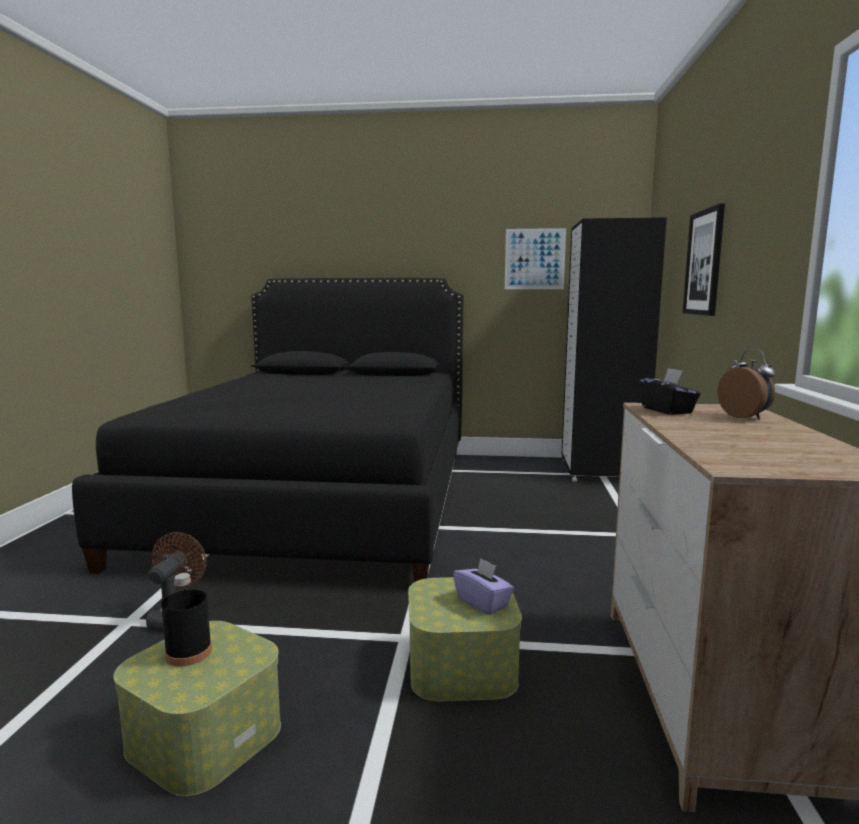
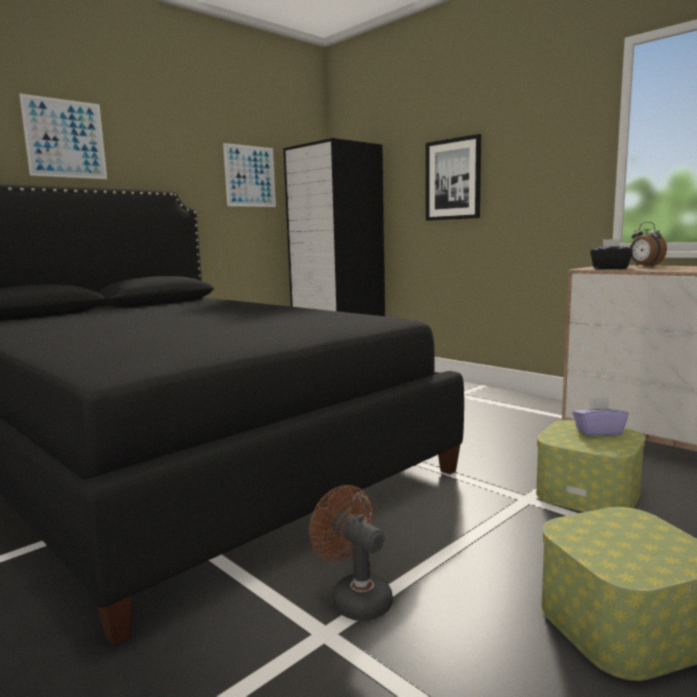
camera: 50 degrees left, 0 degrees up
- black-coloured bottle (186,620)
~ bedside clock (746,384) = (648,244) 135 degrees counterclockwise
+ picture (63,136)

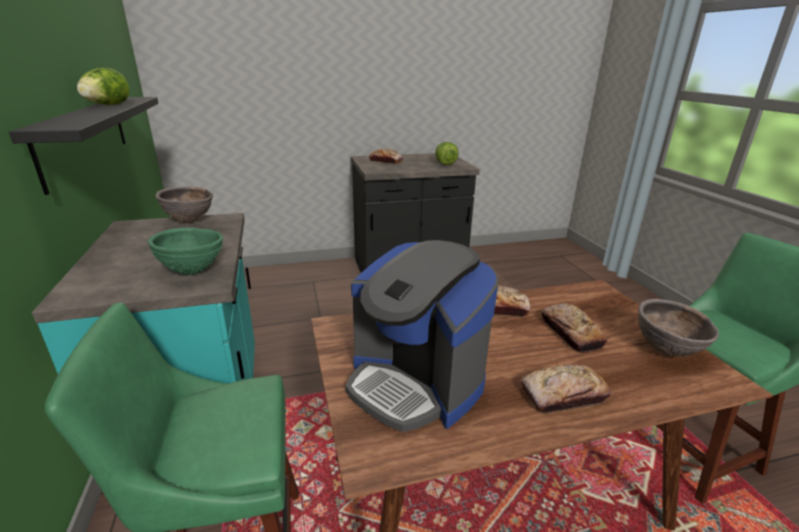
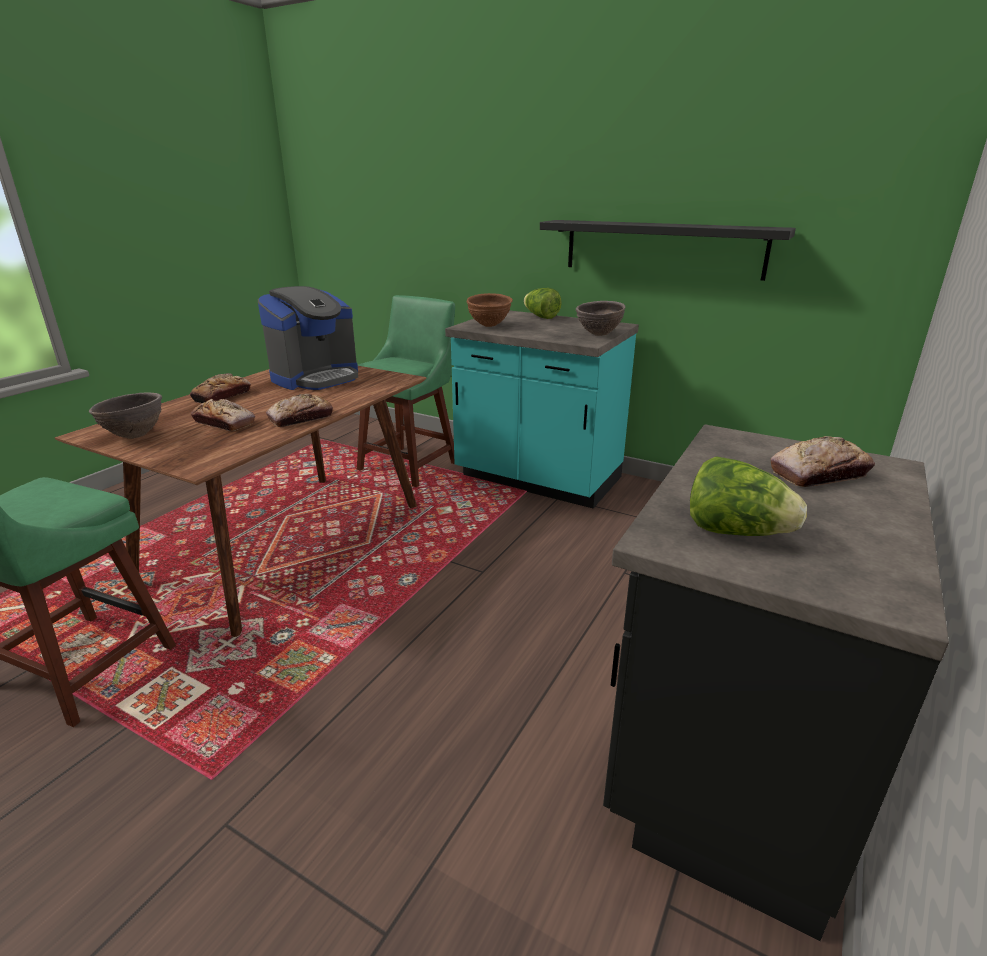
camera: 135 degrees right, 0 degrees up
~ lettuce head (103,86) to (543,303)
~ greenish serving bowl (185,251) to brown serving bowl (490,310)
~ coffee machine (422,336) = (308,338) 135 degrees clockwise

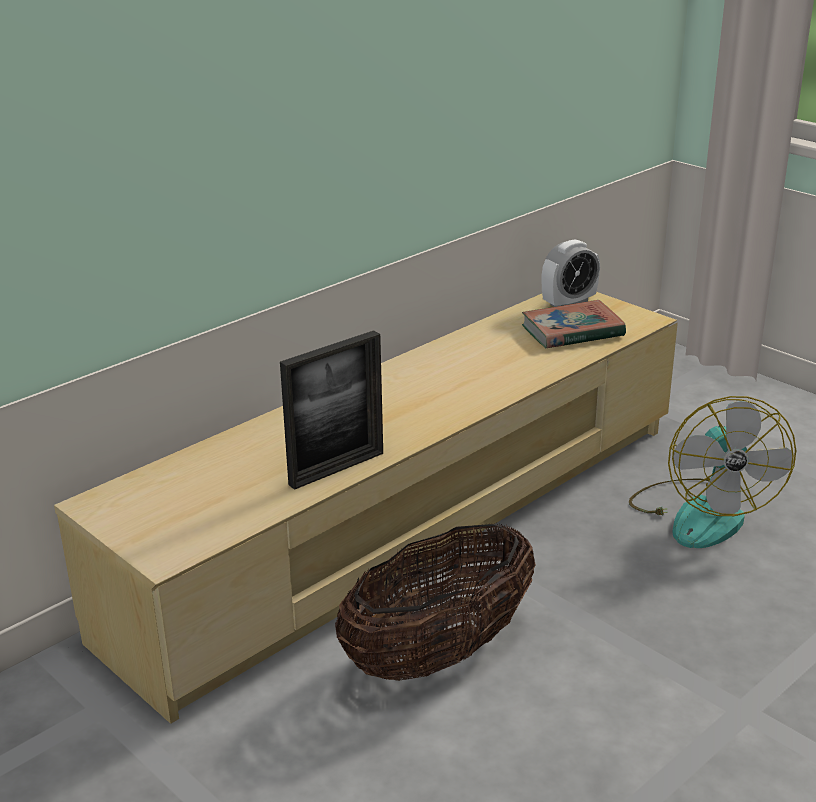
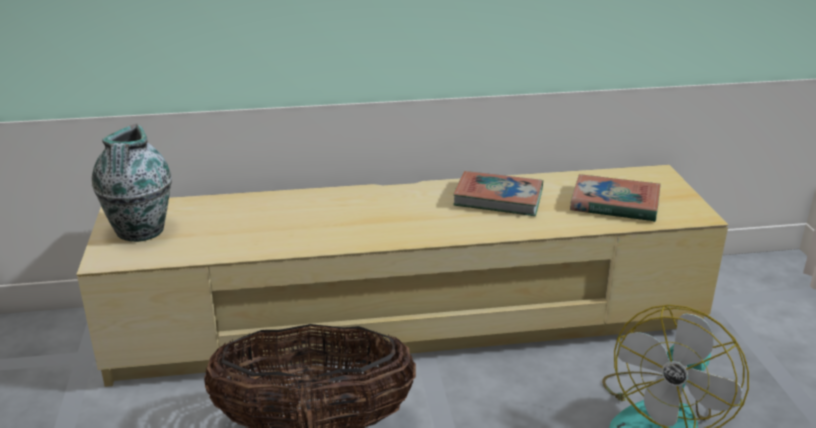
camera: 35 degrees right, 0 degrees up
- photo frame (331,410)
- bedside clock (570,273)
+ decorative vase (132,183)
+ book (498,193)

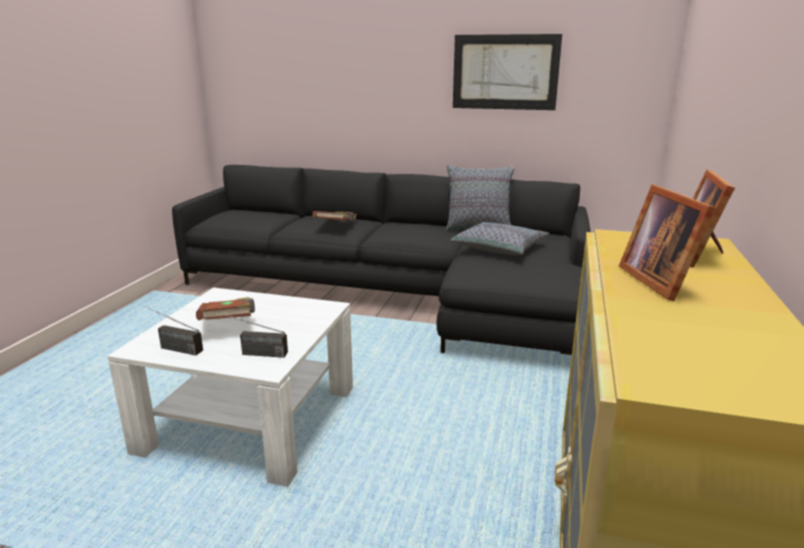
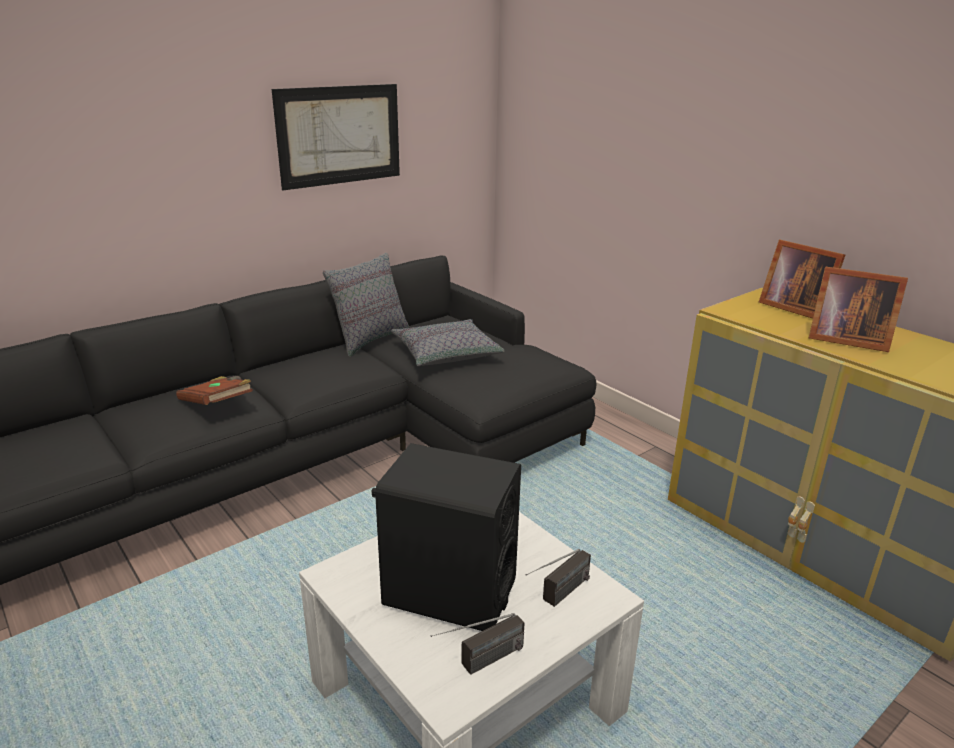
camera: 55 degrees left, 5 degrees up
~ brown book (225,308) to black-coloured speaker (446,537)

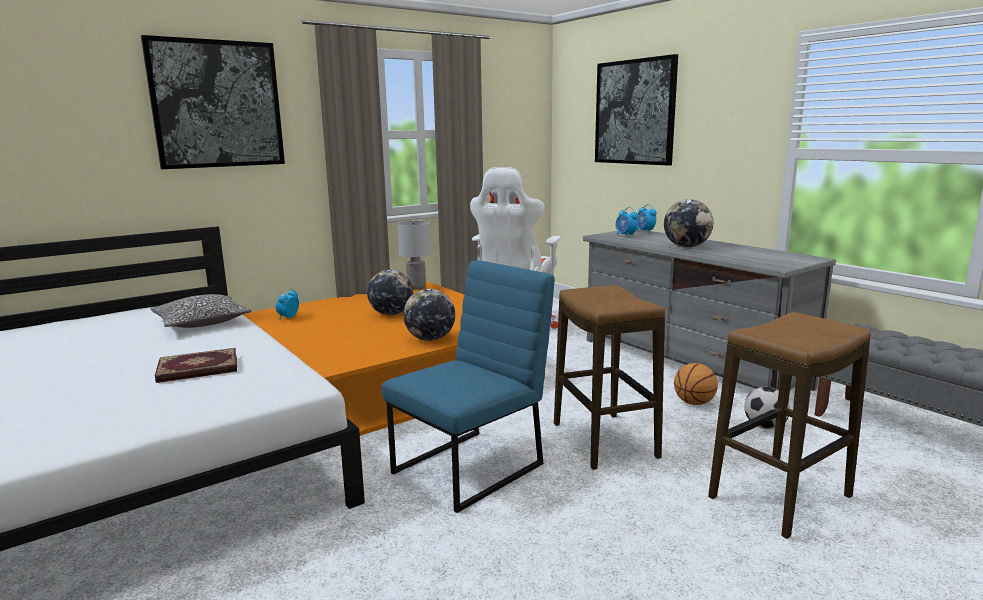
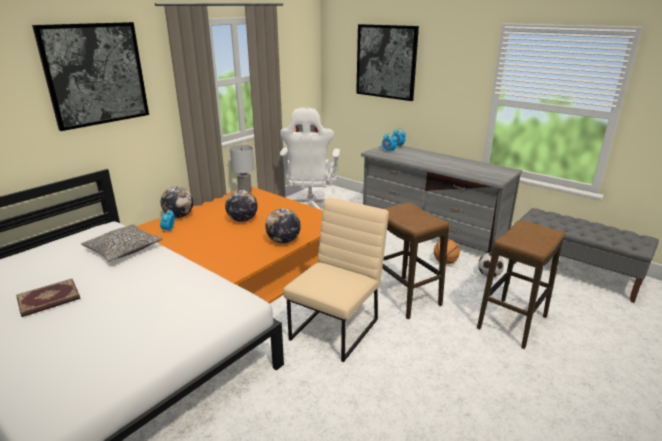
camera: 15 degrees left, 10 degrees up
~ book (196,365) to (48,298)
~ blue-coloured upright chair (468,386) to beige-coloured upright chair (336,279)
~ world globe (688,223) to (177,202)

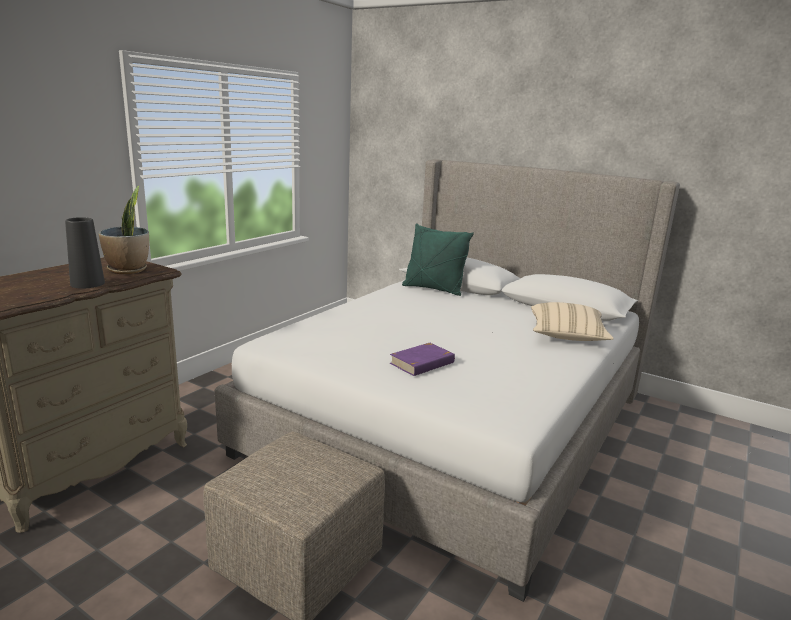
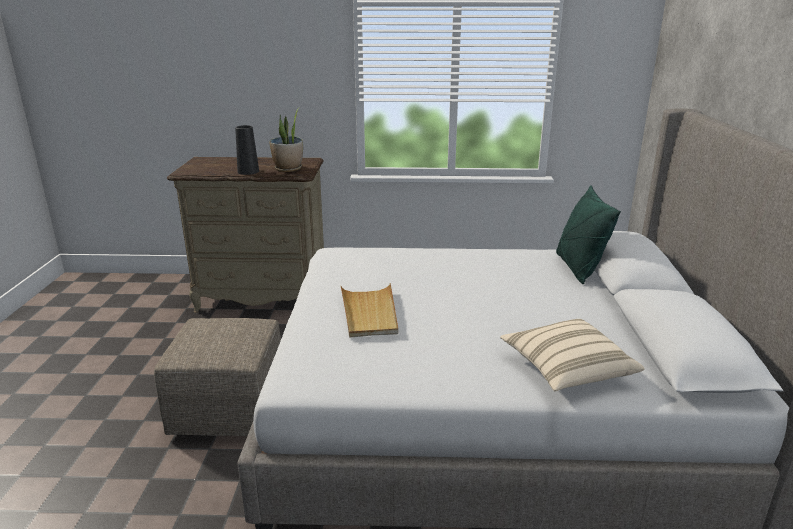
camera: 60 degrees right, 5 degrees up
~ purple book (422,359) to beige-coloured carrying tray (369,310)

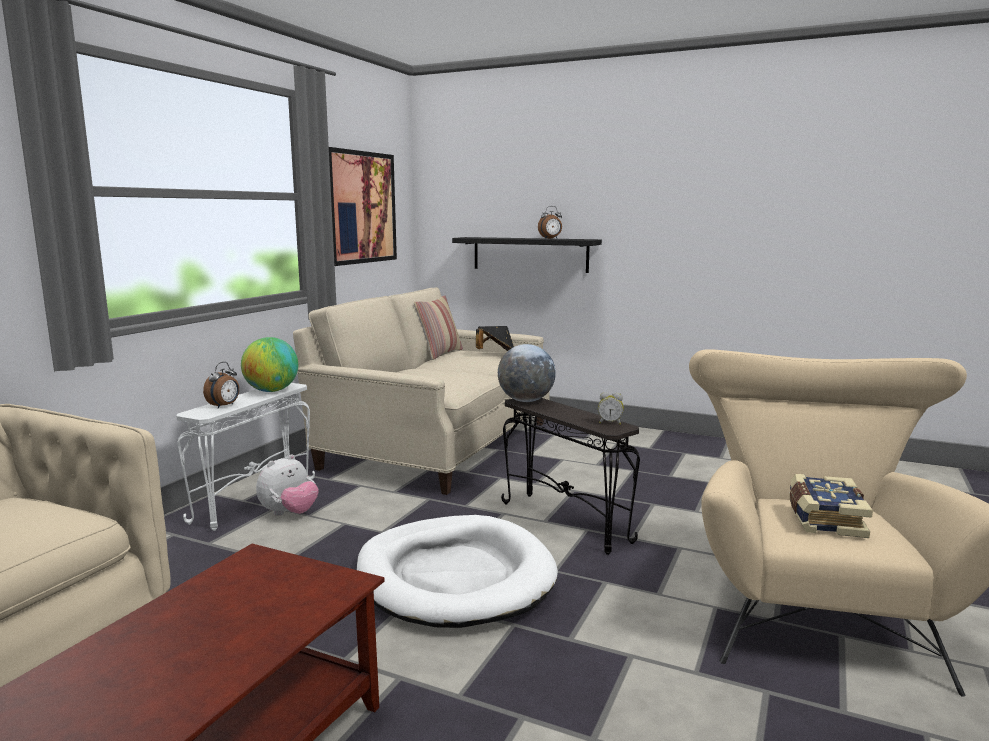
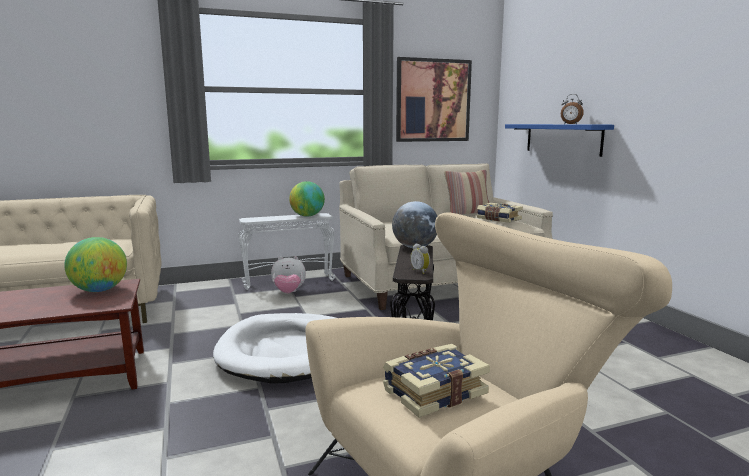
camera: 45 degrees right, 0 degrees up
- bedside clock (221,385)
~ black-coloured wall shelf (527,255) to blue-coloured wall shelf (559,140)
~ black-coloured wearable hat (495,338) to book (500,213)
+ world globe (95,264)

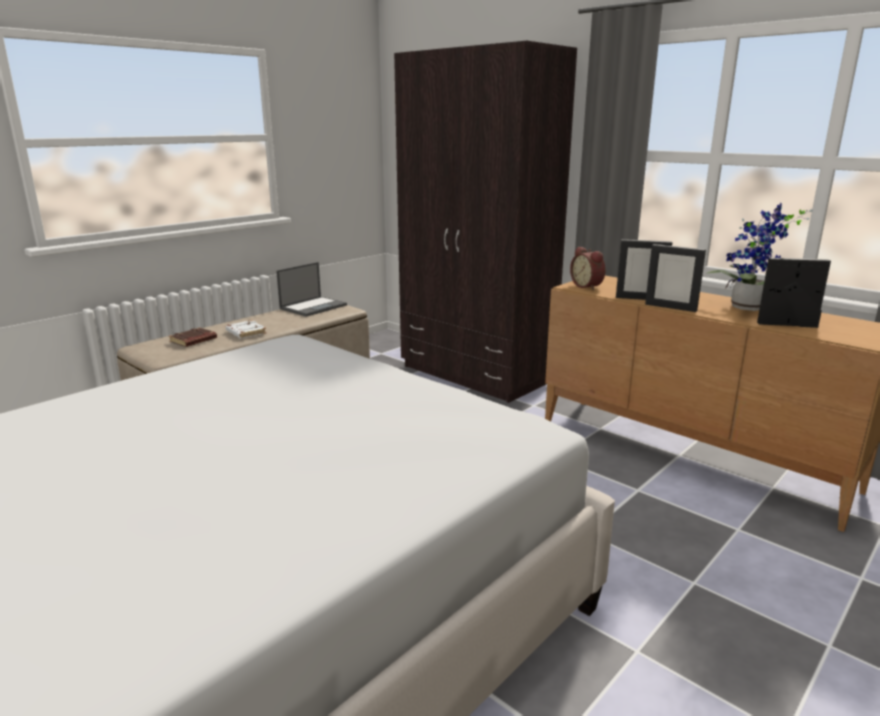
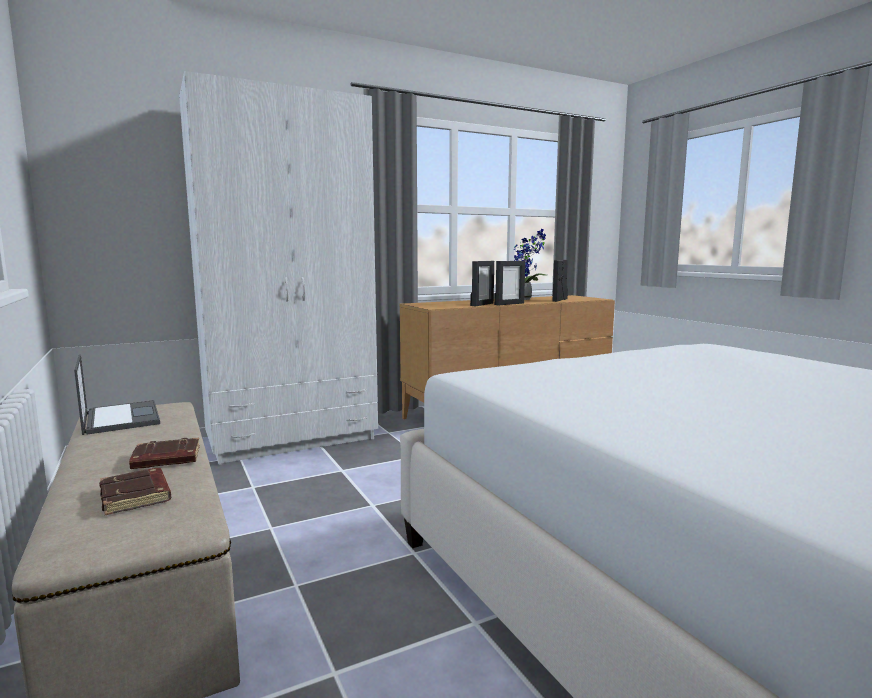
camera: 70 degrees left, 10 degrees down
~ whitish book (245,329) to brown book (164,453)
~ brown armoire (485,222) to whitish armoire (278,268)
- bedside clock (588,268)

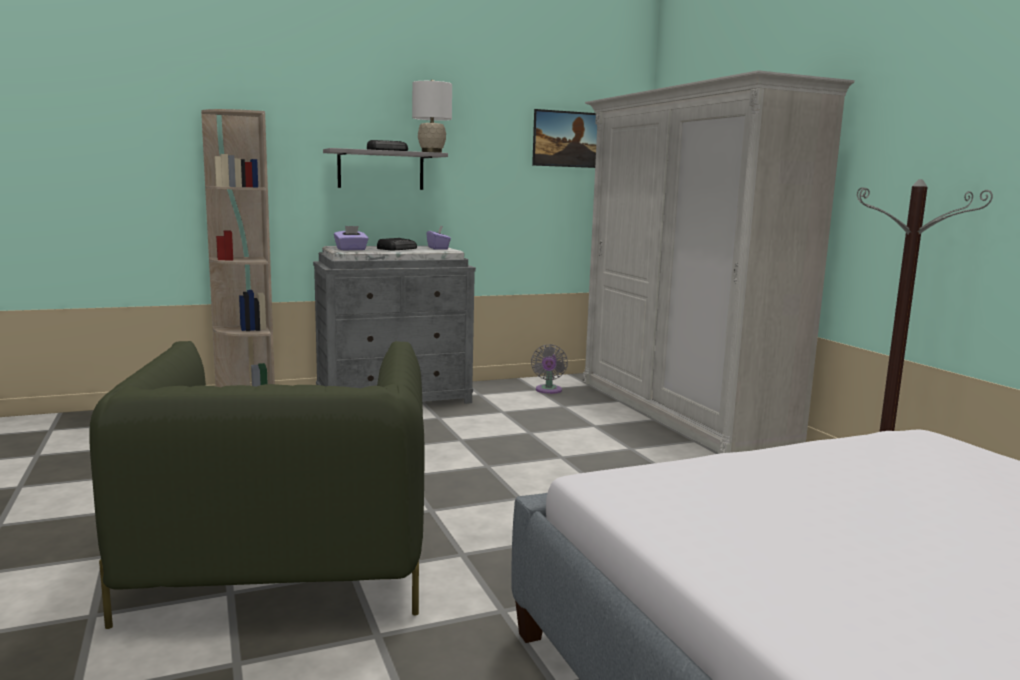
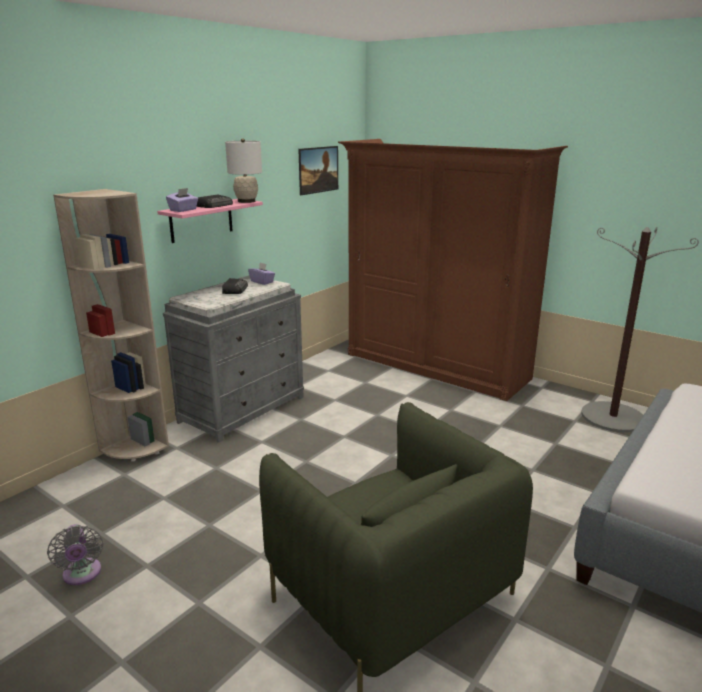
camera: 30 degrees left, 10 degrees up
~ greyish wall shelf (385,169) to pinkish wall shelf (210,221)
~ purple tissue box (351,238) to (182,200)
~ greyish fan (549,369) to (75,554)
~ whitish armoire (719,262) to brown armoire (453,270)

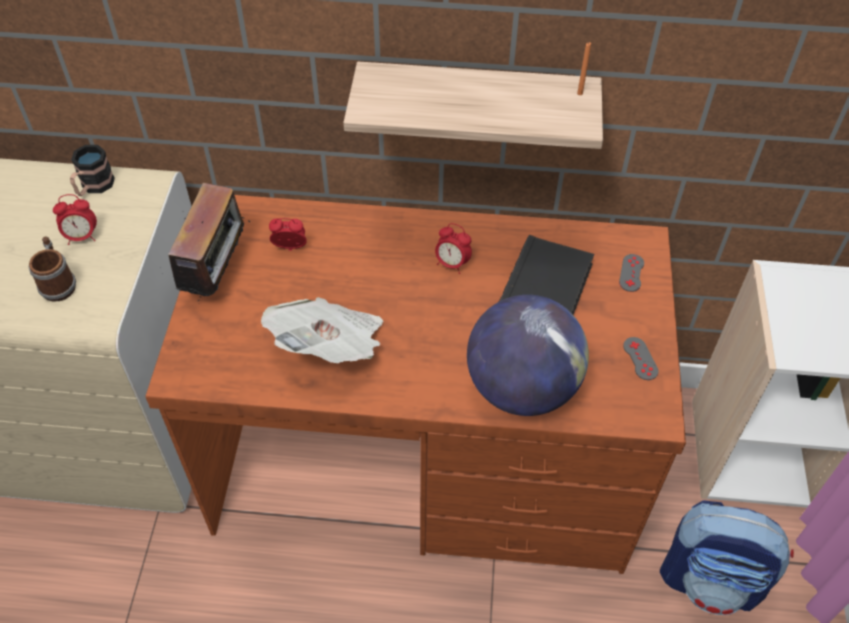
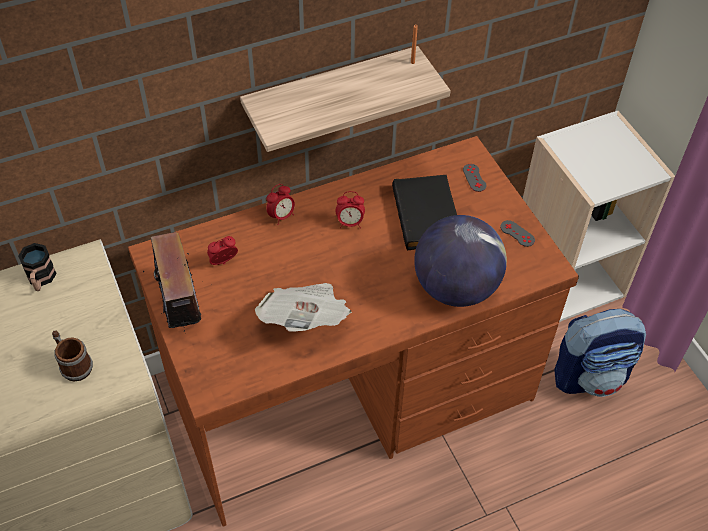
camera: 30 degrees left, 0 degrees up
~ bedside clock (75,219) to (280,204)

